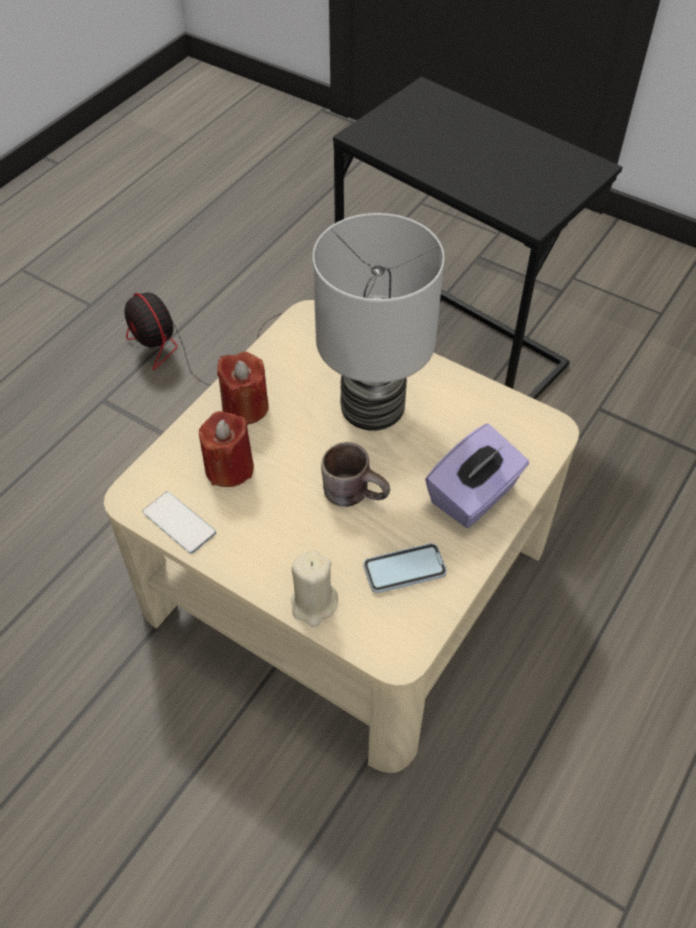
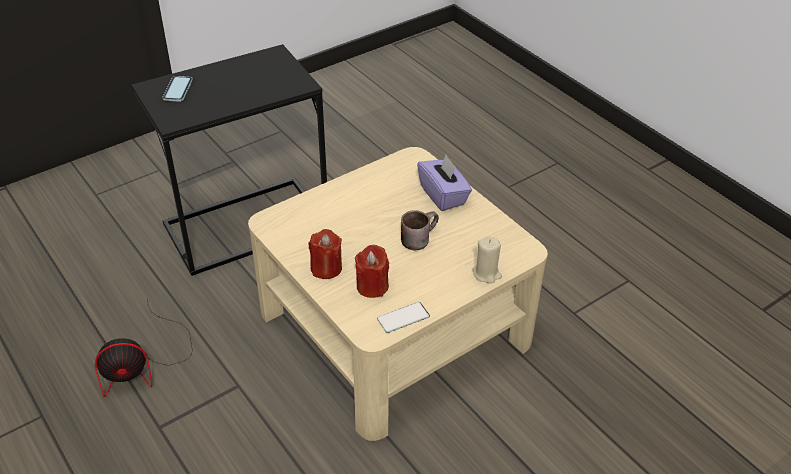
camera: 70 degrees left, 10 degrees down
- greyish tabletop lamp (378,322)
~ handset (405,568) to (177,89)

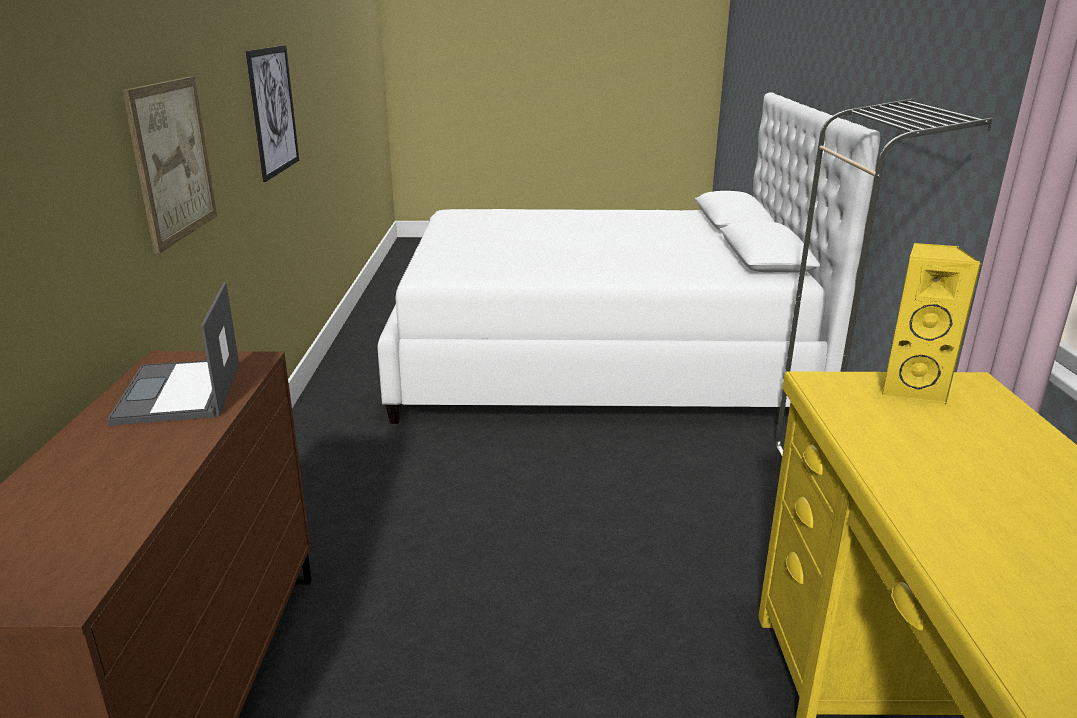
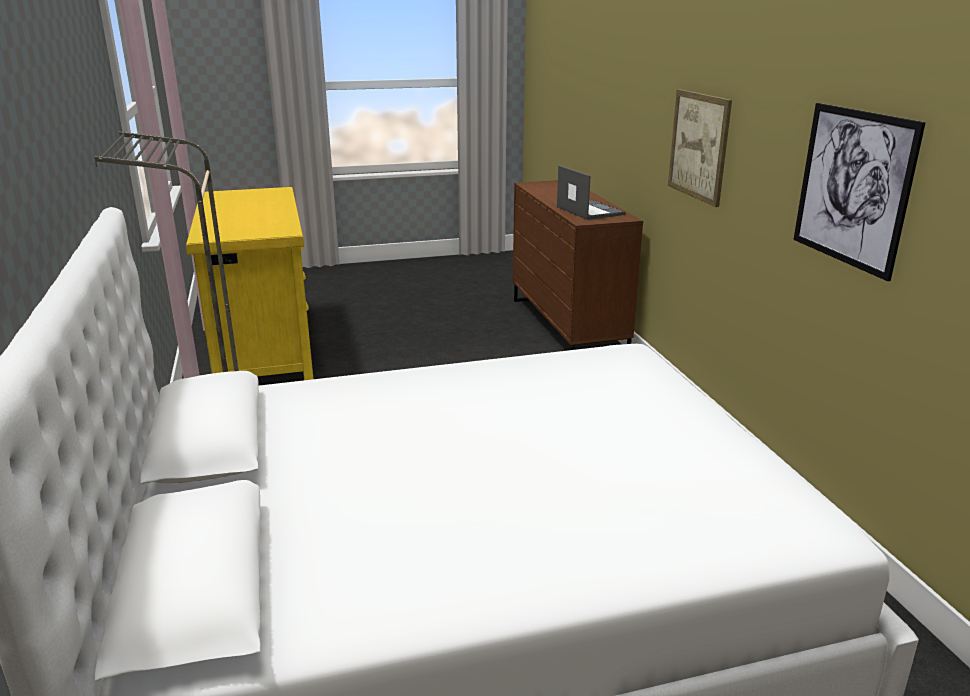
camera: 165 degrees right, 0 degrees up
- yellow-coloured speaker (931,323)

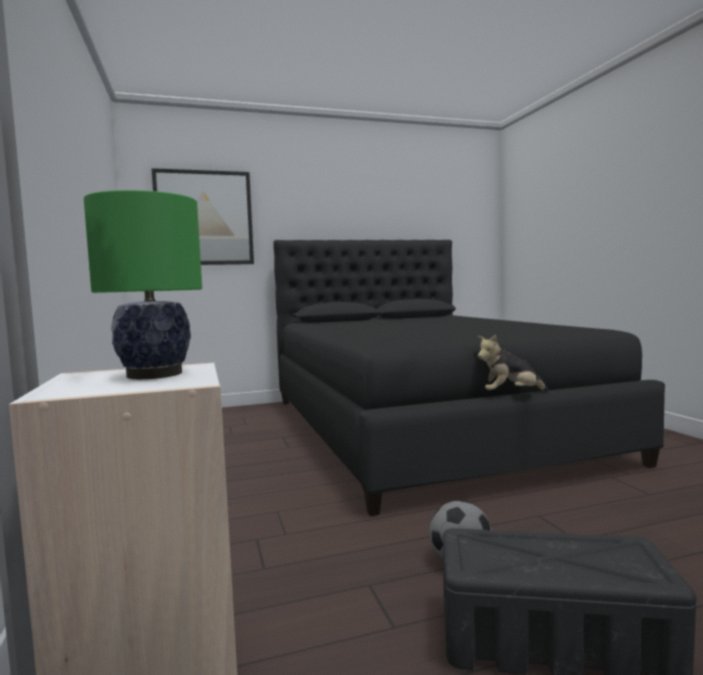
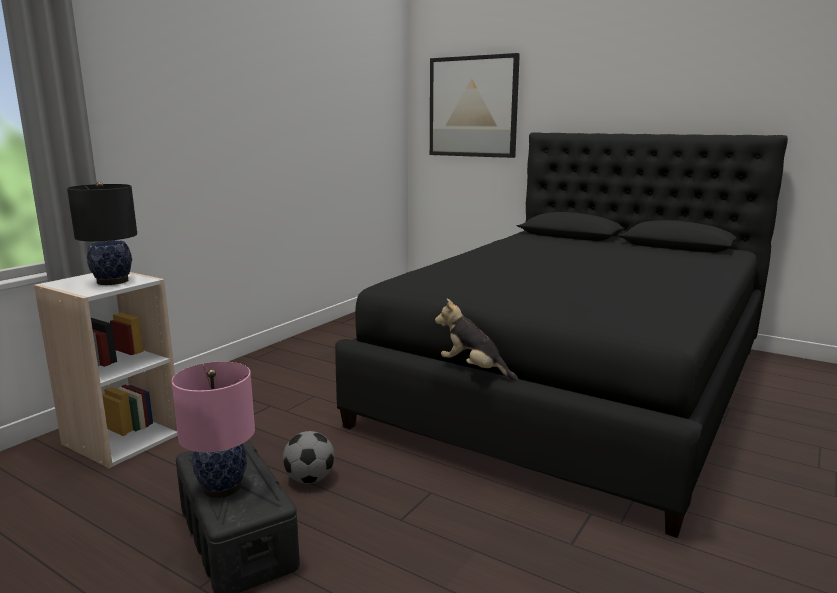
camera: 50 degrees right, 10 degrees up
~ greenish tabletop lamp (143,284) to black-coloured tabletop lamp (102,233)
+ pinkish tabletop lamp (213,430)

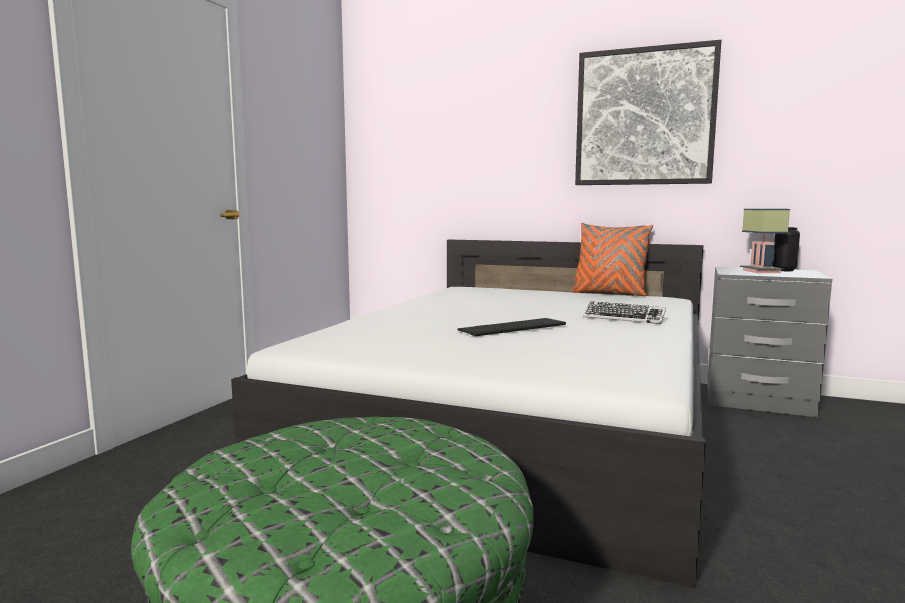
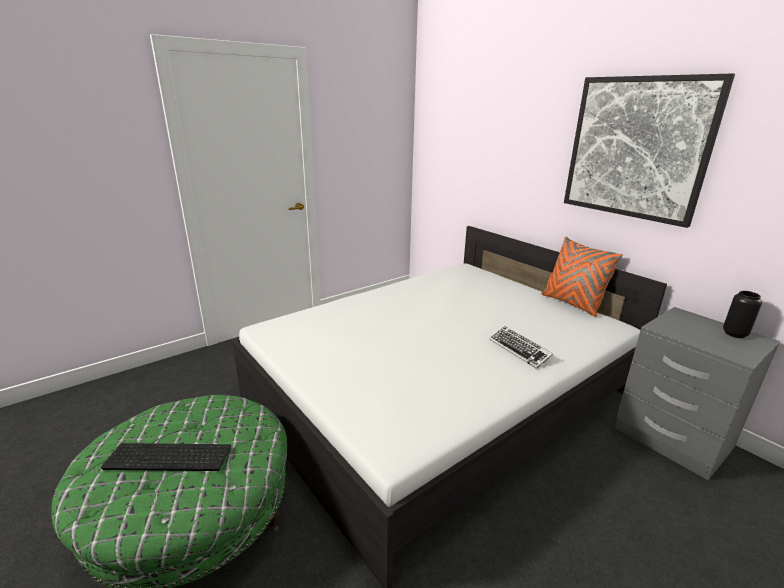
camera: 30 degrees right, 15 degrees up
~ computer keyboard (512,327) to (166,457)
- tabletop lamp (765,241)

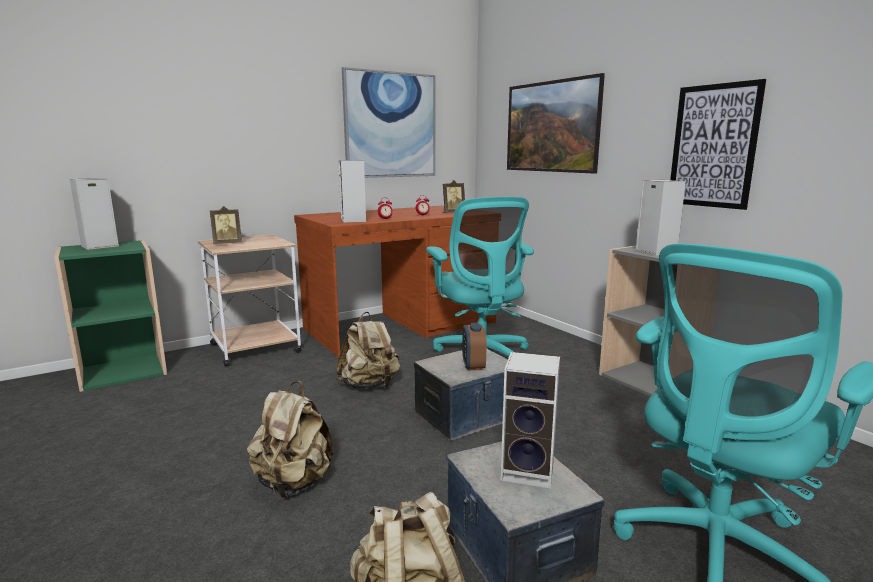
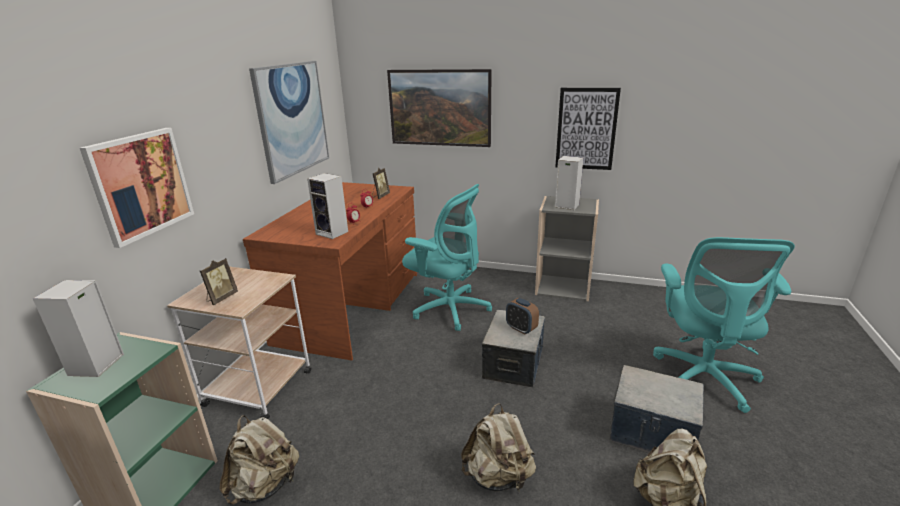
camera: 40 degrees left, 10 degrees up
~ beige-coloured backpack (368,350) to (259,460)
- speaker (530,420)
+ picture (137,188)

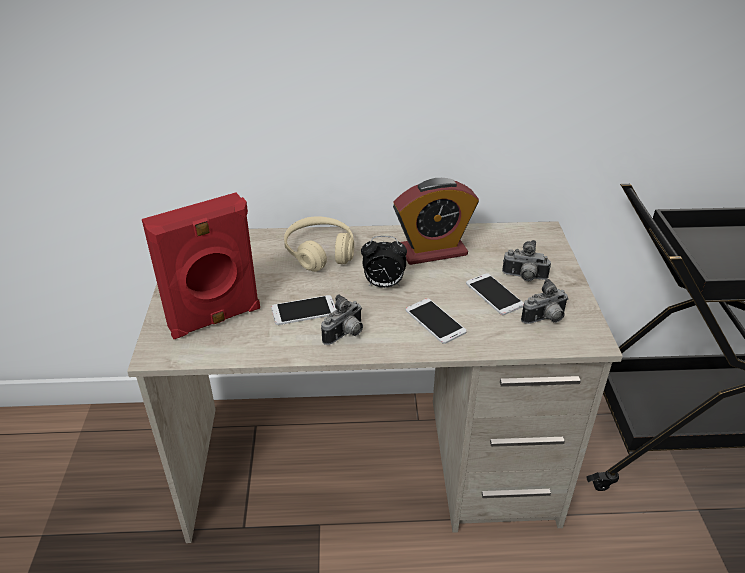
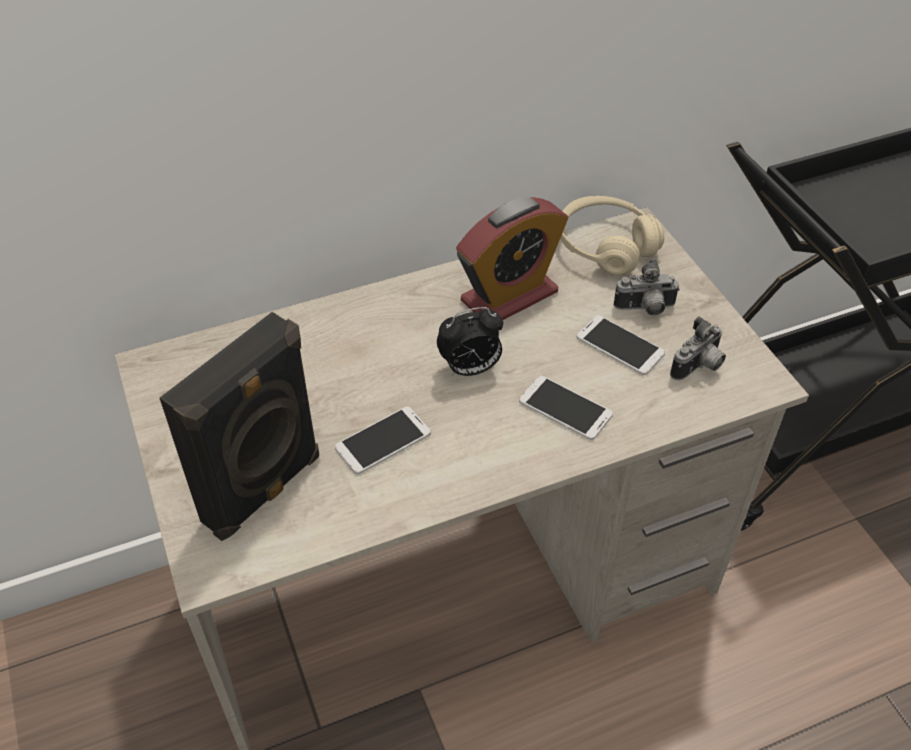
camera: 20 degrees left, 10 degrees up
~ red speaker (201,265) to black-coloured speaker (239,426)
~ beige-coloured headphones (319,244) to (612,235)
- still camera (342,319)

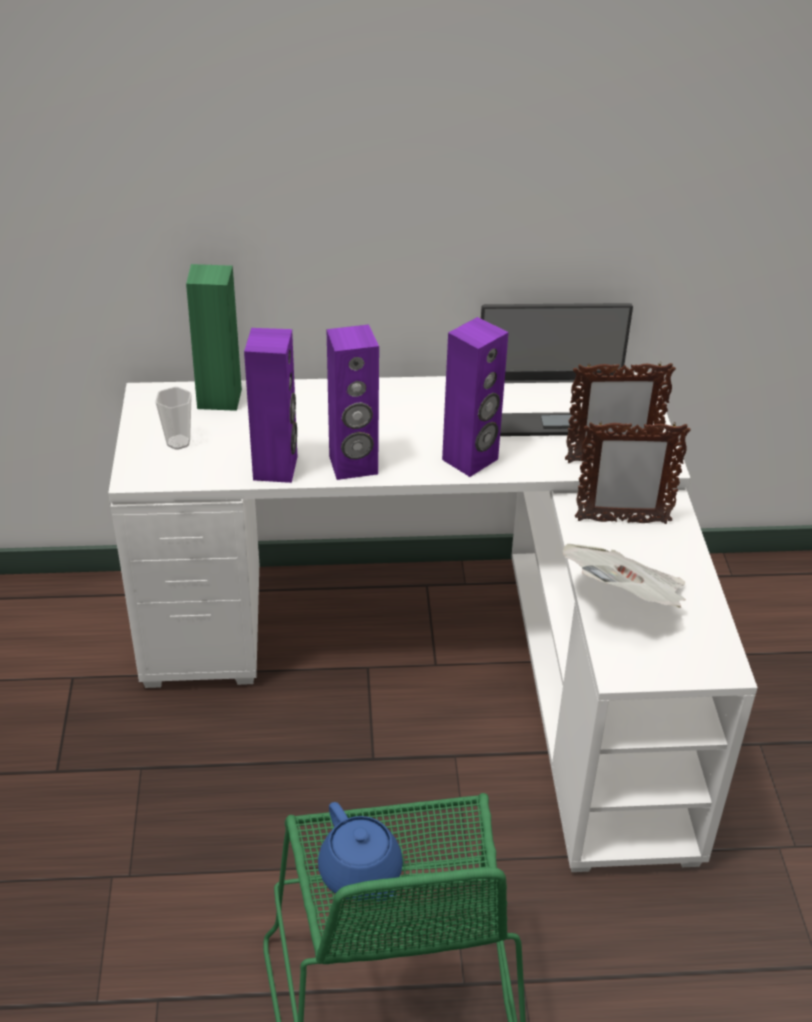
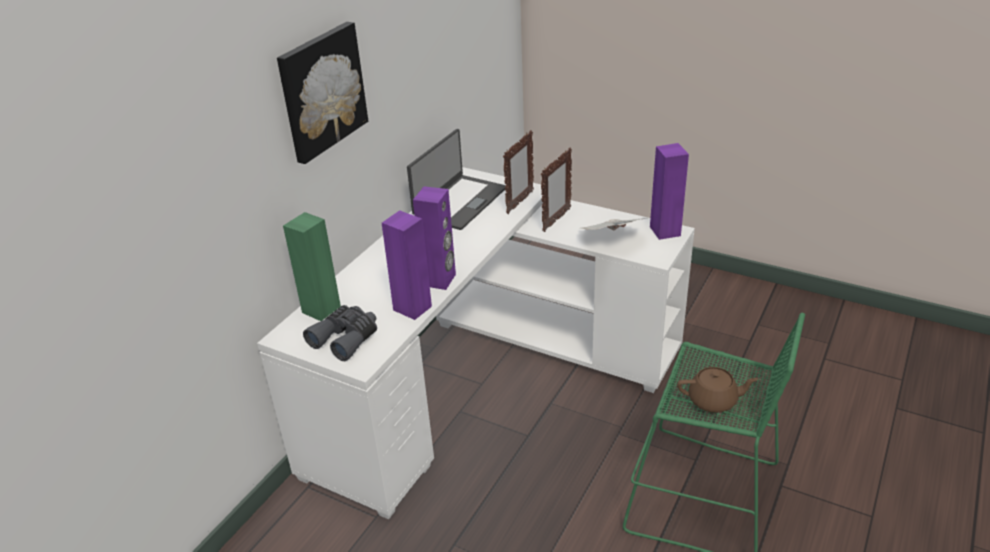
camera: 55 degrees left, 5 degrees down
~ drinking cup (173,418) to greyish pair of binoculars (340,333)
~ blue-coloured tea pot (360,851) to brown tea pot (718,390)
~ purple speaker (475,397) to (669,191)
+ picture (322,93)

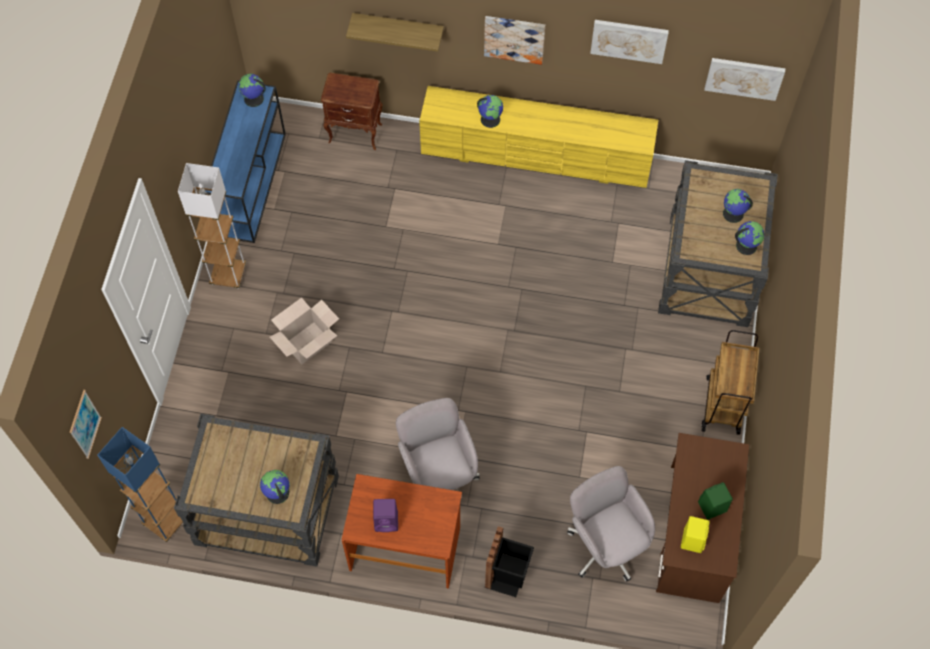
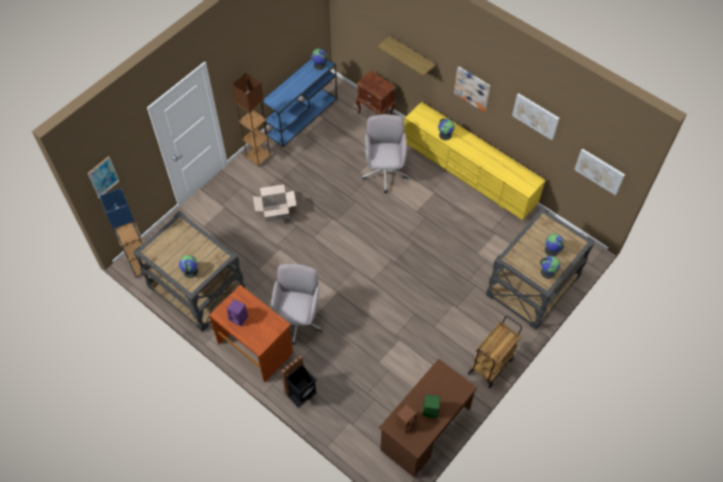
camera: 30 degrees right, 5 degrees down
~ whitish floor lamp (212,226) to brown floor lamp (252,120)
~ greyish office chair (611,524) to (385,153)
~ yellow-coloured speaker (695,534) to brown speaker (406,419)

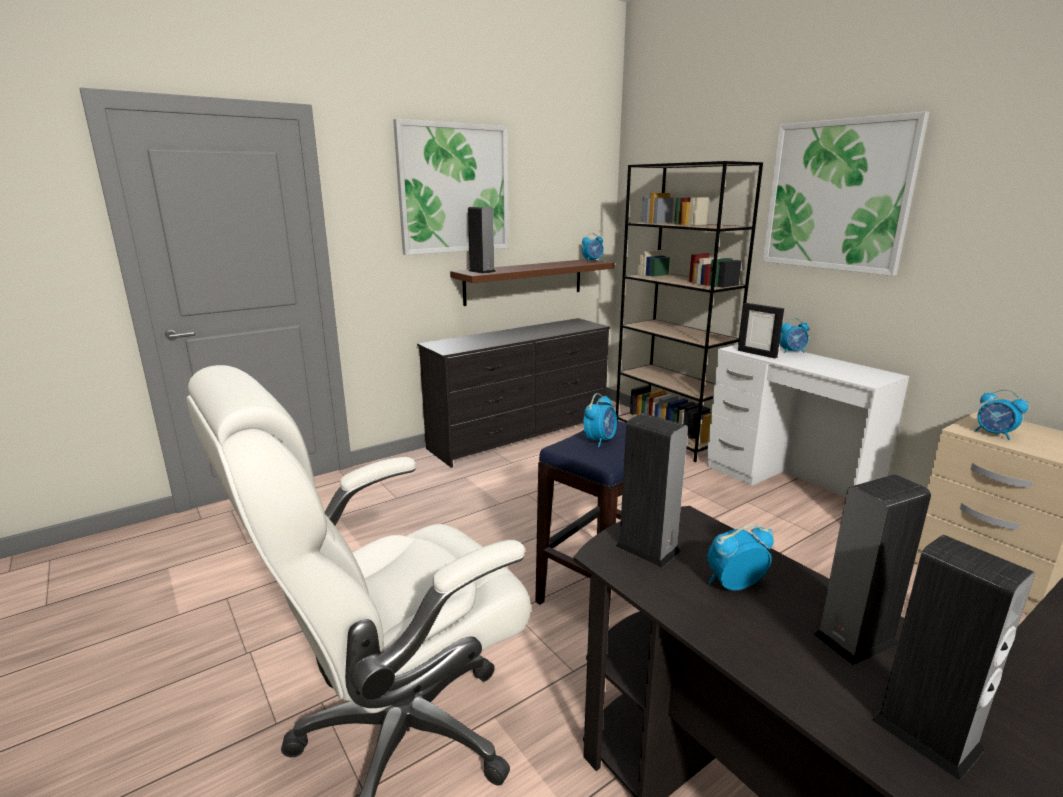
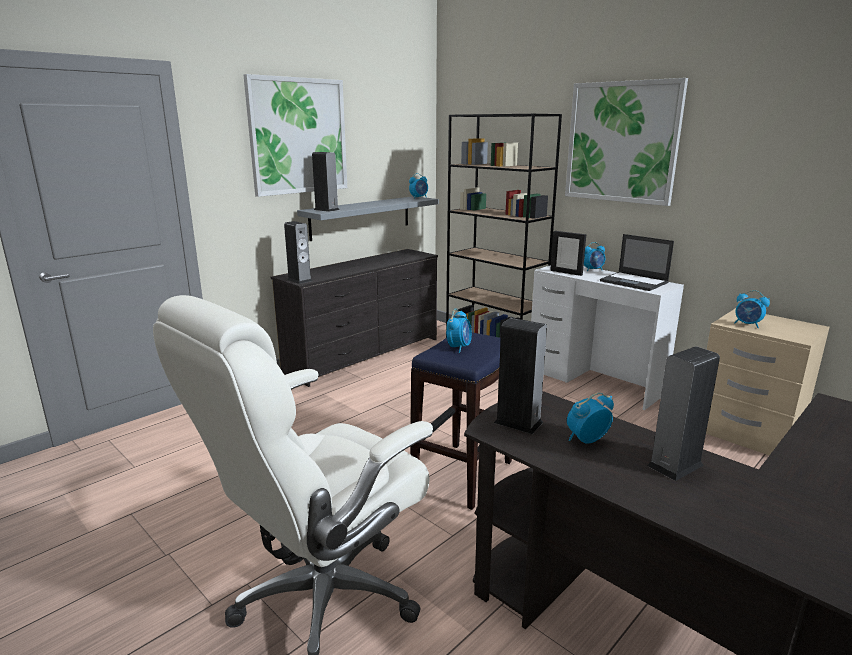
camera: 10 degrees left, 0 degrees up
~ brown wall shelf (532,282) to greyish wall shelf (368,218)
~ speaker (953,657) to (298,252)
+ portable computer (637,262)

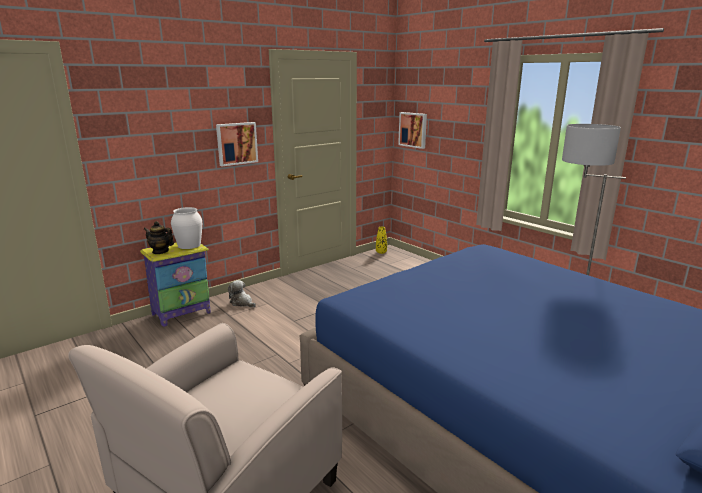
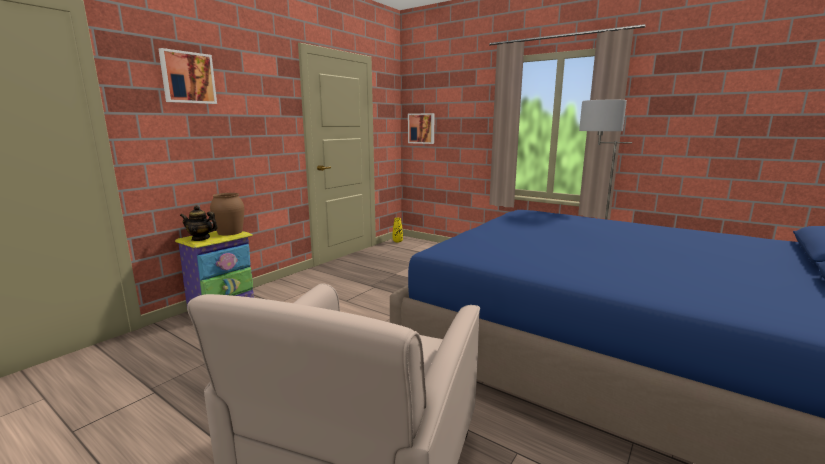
camera: 15 degrees left, 5 degrees down
~ whitish decorative vase (186,228) to brown decorative vase (227,214)
~ picture (237,144) to (187,76)
- plush toy (242,293)

